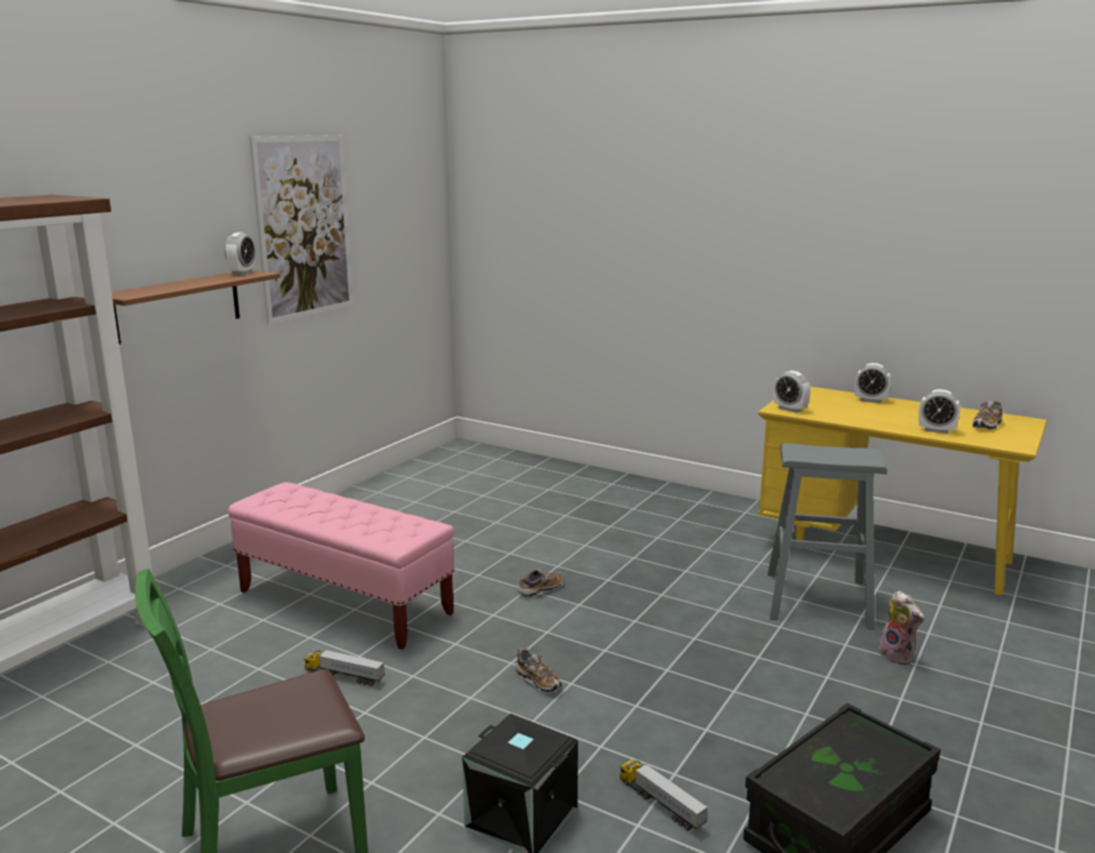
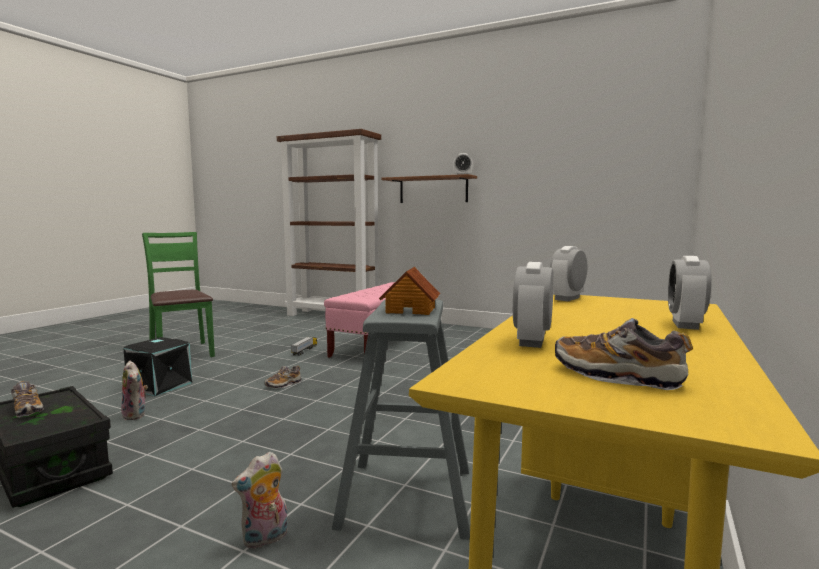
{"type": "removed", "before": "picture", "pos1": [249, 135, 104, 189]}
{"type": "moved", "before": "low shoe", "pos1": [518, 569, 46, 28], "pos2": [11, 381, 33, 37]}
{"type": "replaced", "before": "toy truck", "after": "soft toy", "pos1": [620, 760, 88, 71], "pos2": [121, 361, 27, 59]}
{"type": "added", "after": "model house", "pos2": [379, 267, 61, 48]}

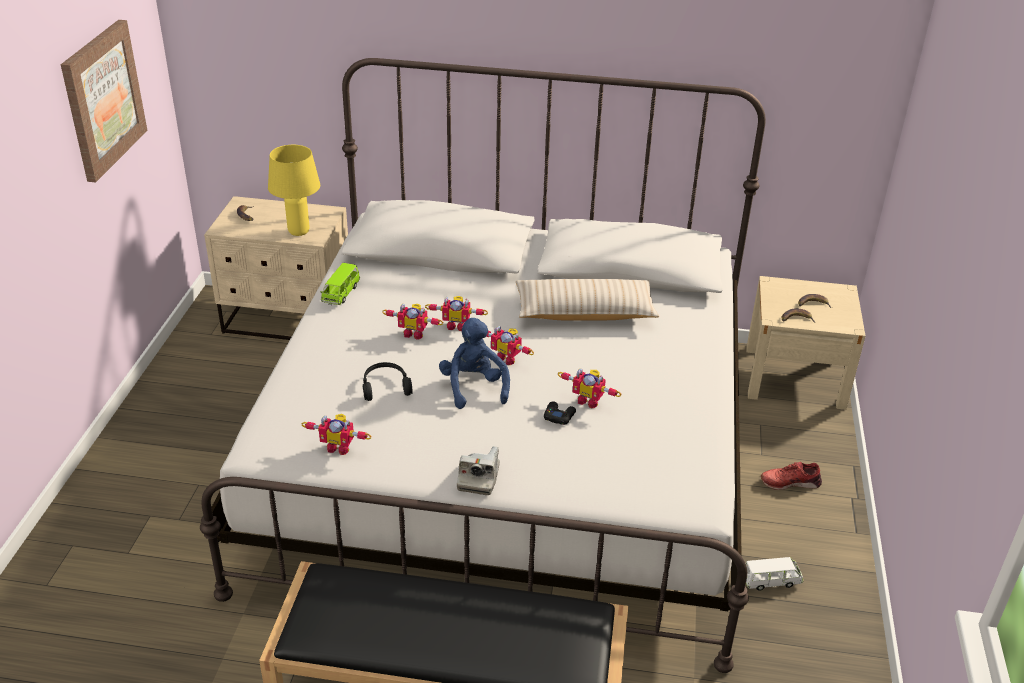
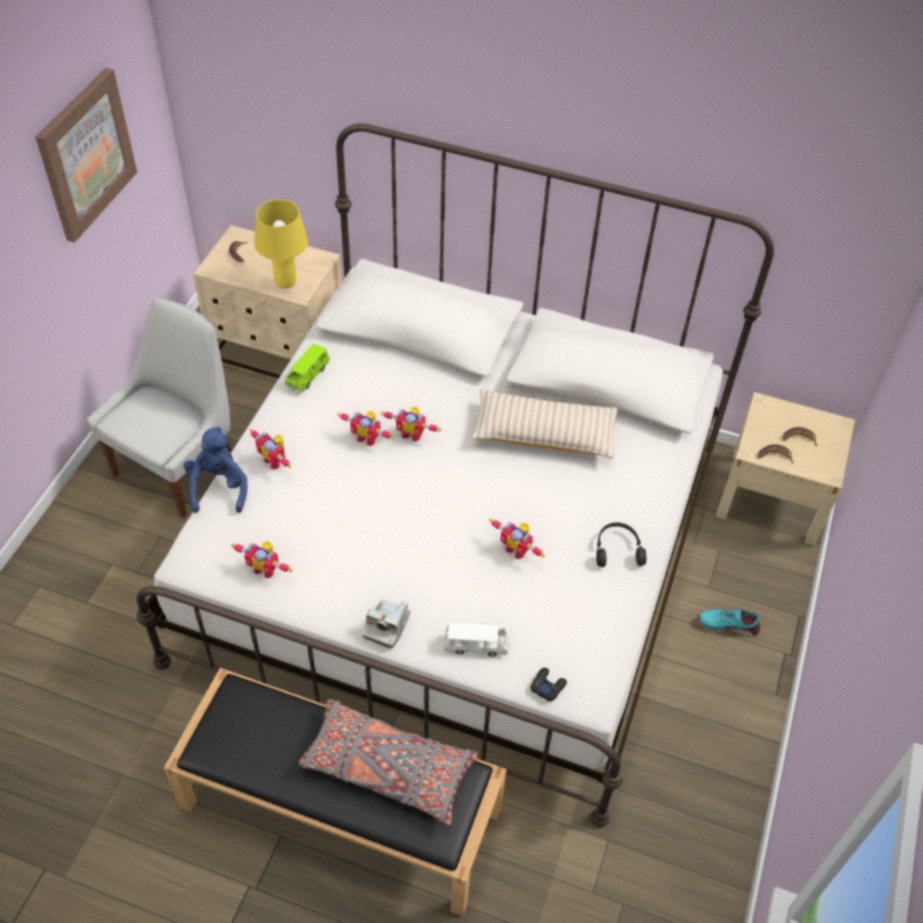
{"type": "moved", "before": "blue-coloured soft toy", "pos1": [439, 318, 71, 91], "pos2": [183, 427, 65, 86]}
{"type": "moved", "before": "model robot", "pos1": [486, 326, 48, 39], "pos2": [249, 429, 42, 41]}
{"type": "moved", "before": "black-coloured headphones", "pos1": [363, 362, 50, 39], "pos2": [596, 522, 50, 45]}
{"type": "moved", "before": "black-coloured game controller", "pos1": [544, 401, 32, 24], "pos2": [531, 668, 36, 34]}
{"type": "recoloured", "before": "red low shoe", "after": "blue-green low shoe", "pos1": [761, 462, 61, 28], "pos2": [699, 609, 61, 27]}
{"type": "moved", "before": "white-coloured model car", "pos1": [745, 557, 58, 34], "pos2": [445, 623, 64, 34]}
{"type": "added", "after": "white-coloured upright chair", "pos2": [87, 298, 145, 220]}
{"type": "added", "after": "gray pillow", "pos2": [299, 699, 179, 126]}

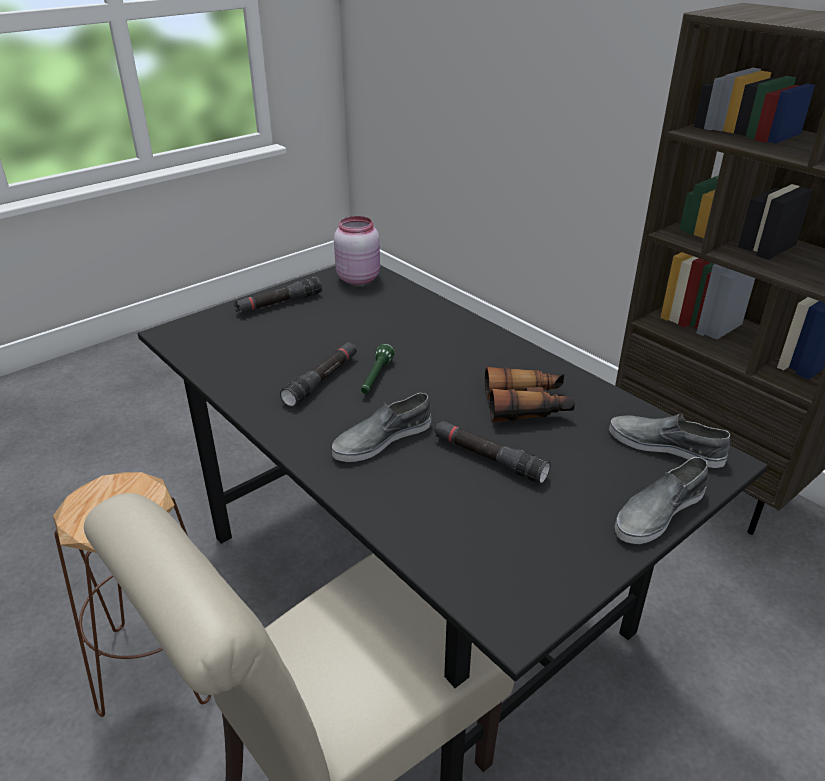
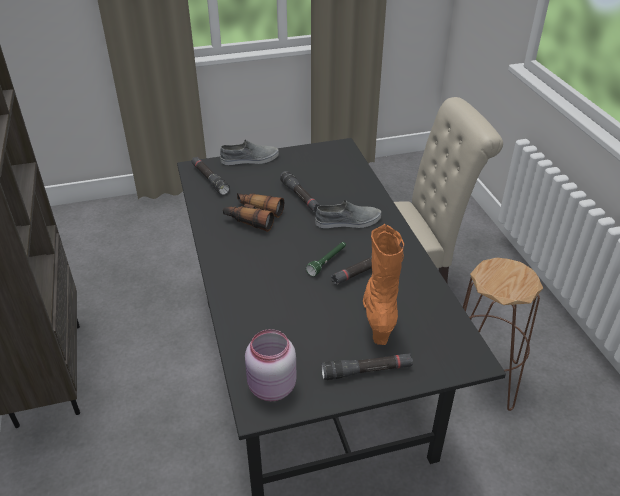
{"type": "replaced", "before": "gray low shoe", "after": "black-coloured torch", "pos1": [609, 414, 121, 54], "pos2": [191, 157, 39, 38]}
{"type": "added", "after": "orange-coloured boot", "pos2": [363, 224, 41, 121]}

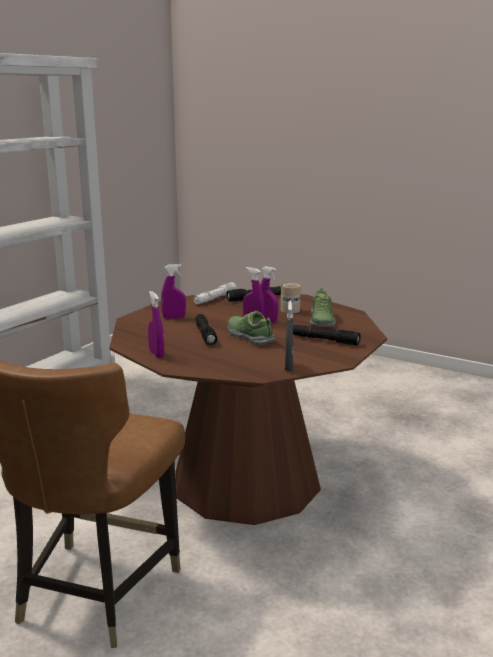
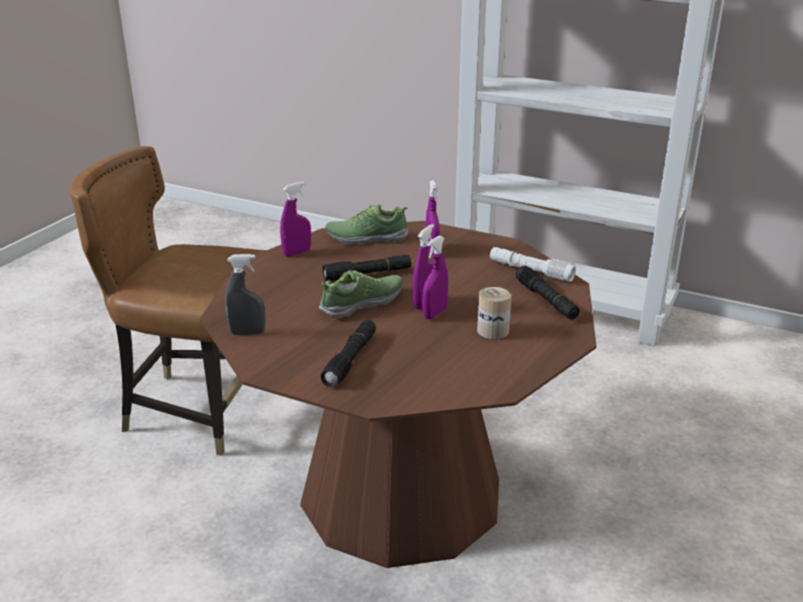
{"type": "moved", "before": "low shoe", "pos1": [310, 288, 25, 39], "pos2": [325, 205, 83, 40]}

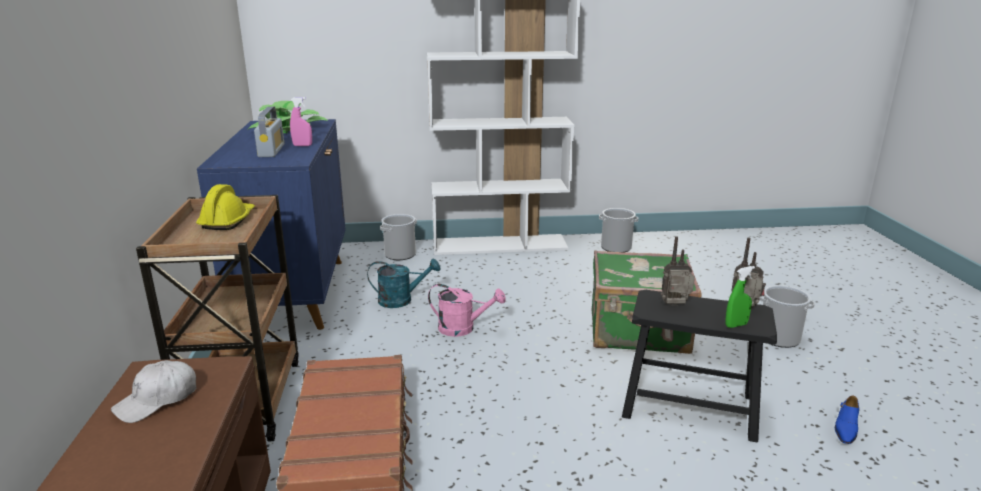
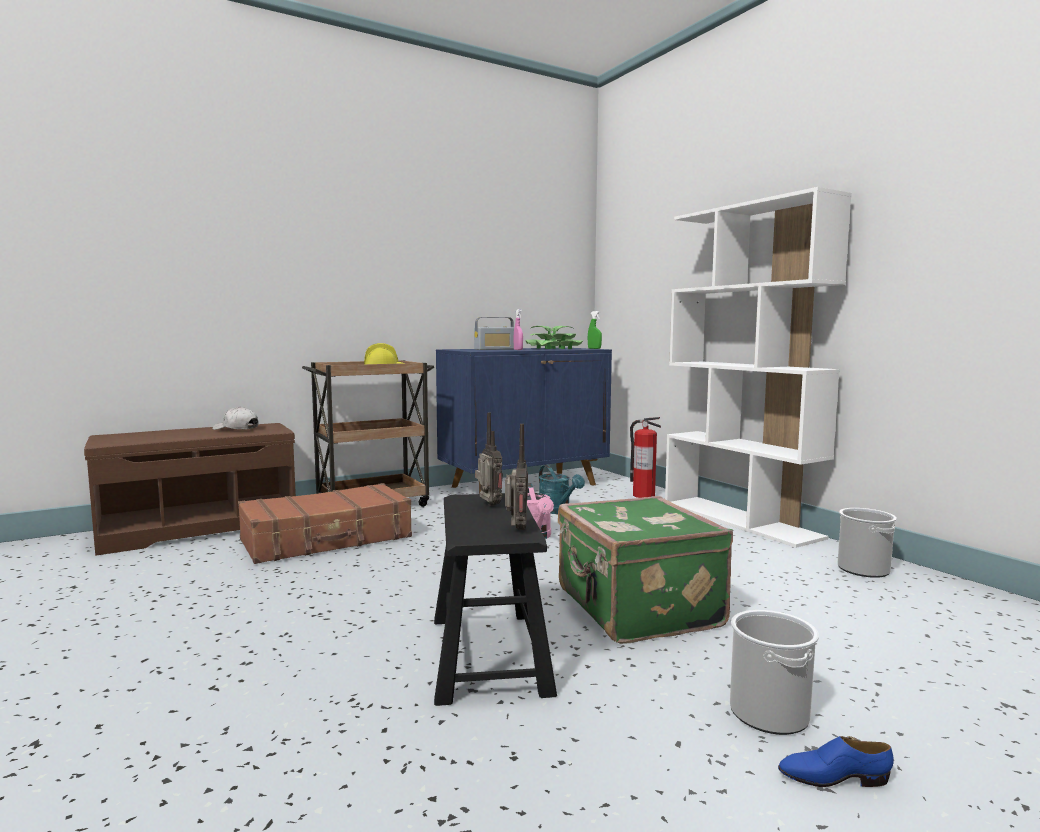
{"type": "replaced", "before": "bucket", "after": "fire extinguisher", "pos1": [380, 214, 37, 46], "pos2": [630, 417, 31, 81]}
{"type": "moved", "before": "green-coloured spray bottle", "pos1": [725, 266, 30, 62], "pos2": [588, 311, 14, 38]}
{"type": "moved", "before": "blue-coloured low shoe", "pos1": [835, 396, 24, 48], "pos2": [778, 736, 116, 51]}

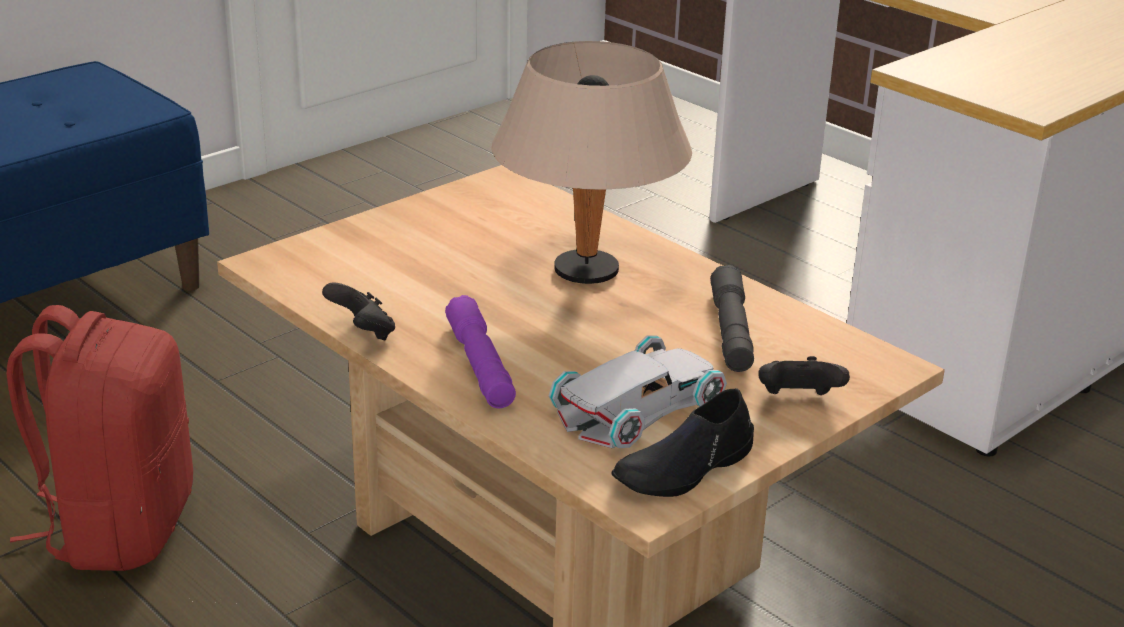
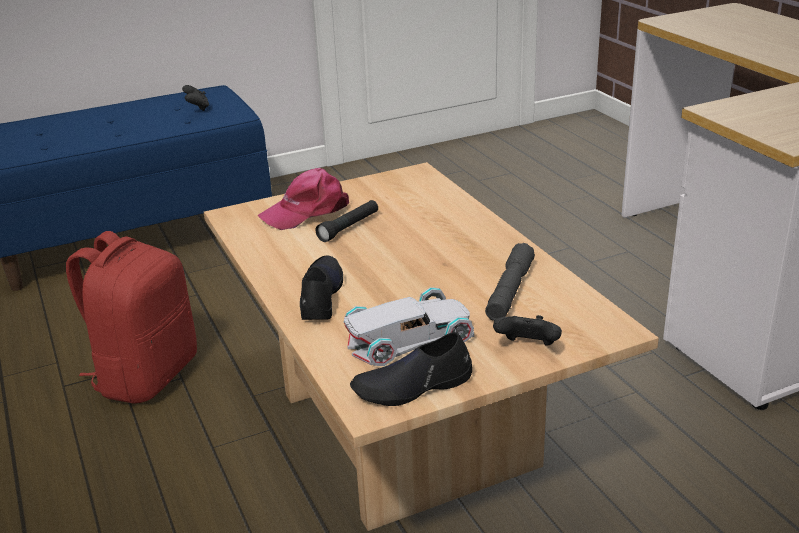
{"type": "removed", "before": "beige lamp for a table", "pos1": [492, 41, 200, 243]}
{"type": "moved", "before": "black-coloured game controller", "pos1": [322, 282, 73, 59], "pos2": [182, 85, 27, 26]}
{"type": "replaced", "before": "purple torch", "after": "black-coloured low shoe", "pos1": [445, 295, 71, 113], "pos2": [300, 256, 43, 64]}
{"type": "added", "after": "pink-coloured cap", "pos2": [258, 168, 91, 62]}
{"type": "added", "after": "black-coloured torch", "pos2": [316, 200, 62, 42]}

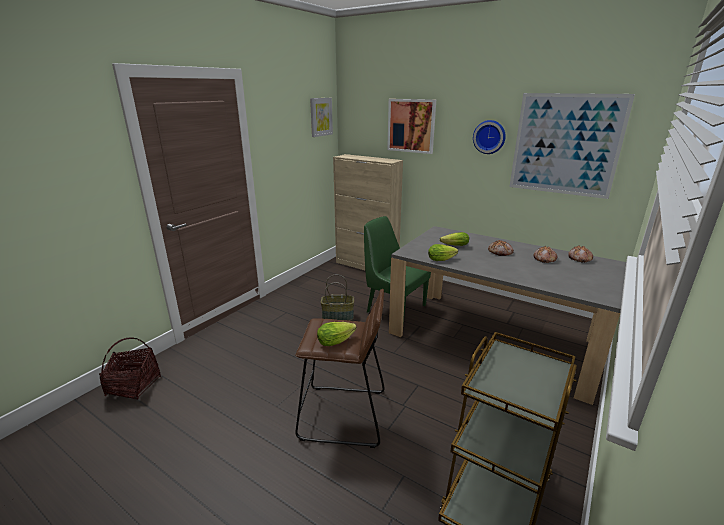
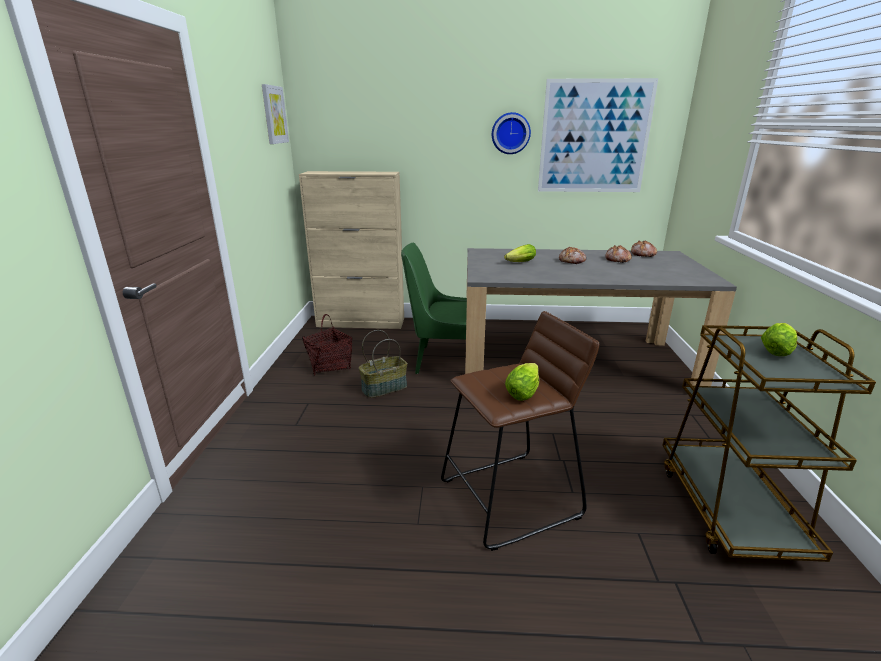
{"type": "removed", "before": "picture", "pos1": [387, 99, 49, 55]}
{"type": "moved", "before": "lettuce head", "pos1": [428, 244, 30, 17], "pos2": [761, 323, 36, 33]}
{"type": "moved", "before": "household basket", "pos1": [99, 337, 62, 63], "pos2": [302, 314, 50, 62]}

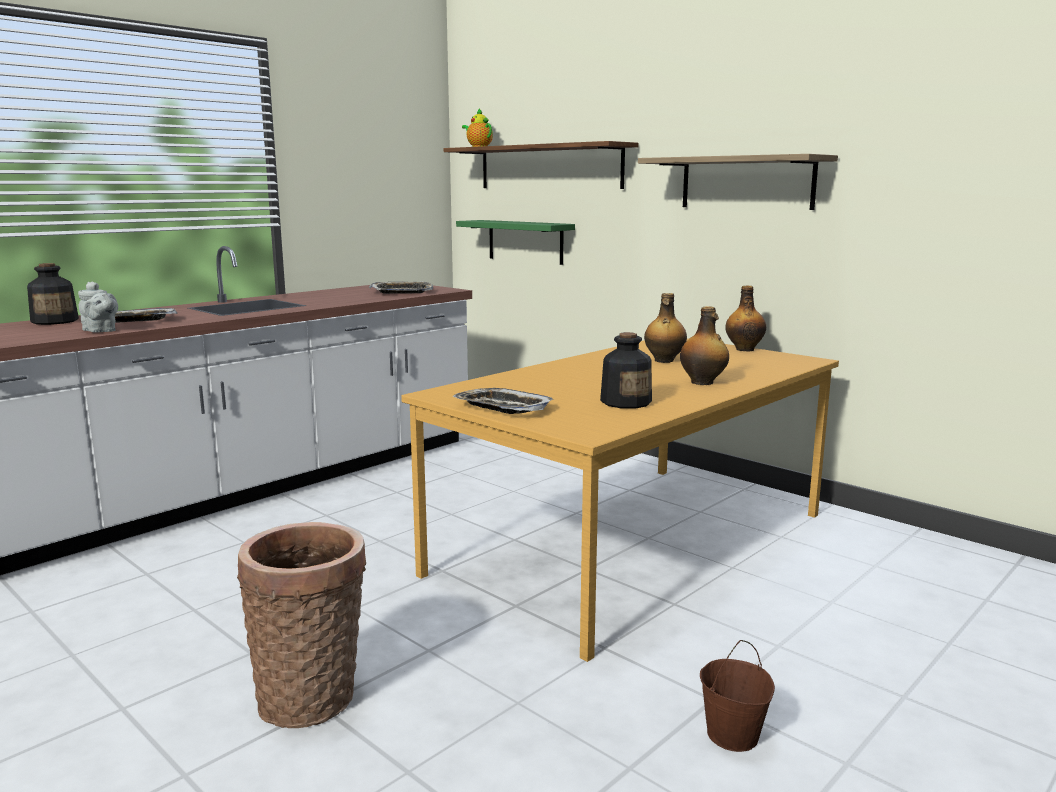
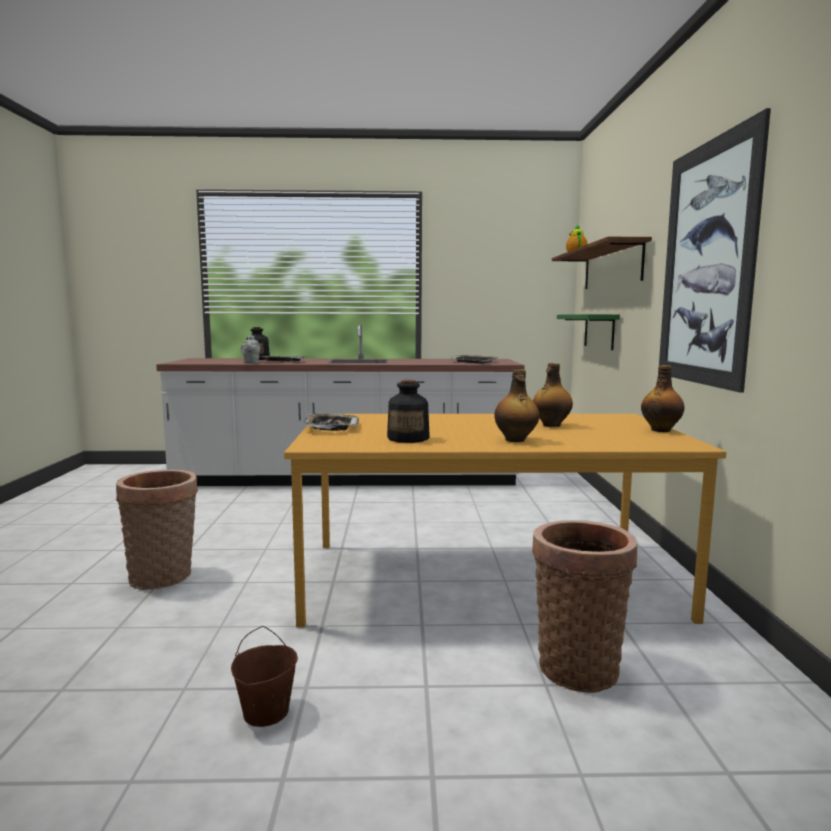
{"type": "replaced", "before": "wall shelf", "after": "picture", "pos1": [638, 154, 200, 56], "pos2": [659, 108, 112, 285]}
{"type": "added", "after": "household basket", "pos2": [532, 520, 105, 173]}

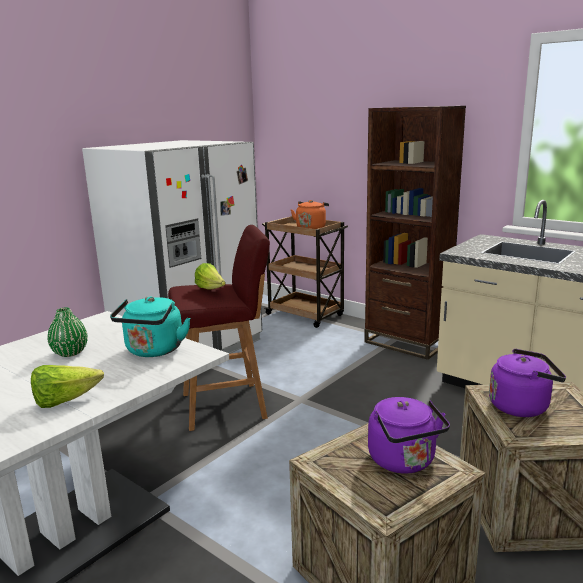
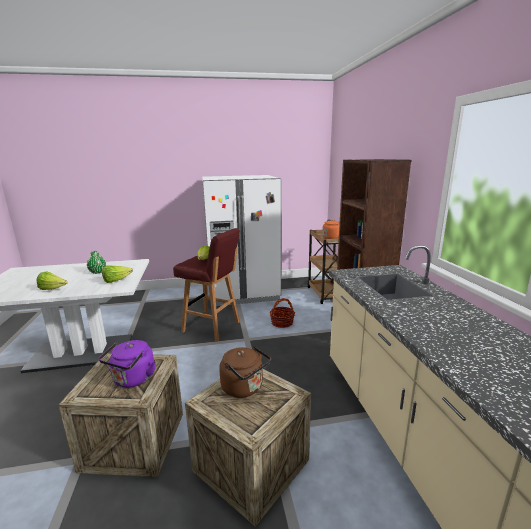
{"type": "replaced", "before": "blue-green tea kettle", "after": "lettuce head", "pos1": [110, 296, 81, 61], "pos2": [102, 266, 31, 17]}
{"type": "recoloured", "before": "purple tea kettle", "after": "brown-coloured tea kettle", "pos1": [489, 349, 77, 68], "pos2": [219, 346, 52, 52]}
{"type": "added", "after": "household basket", "pos2": [270, 298, 25, 30]}

